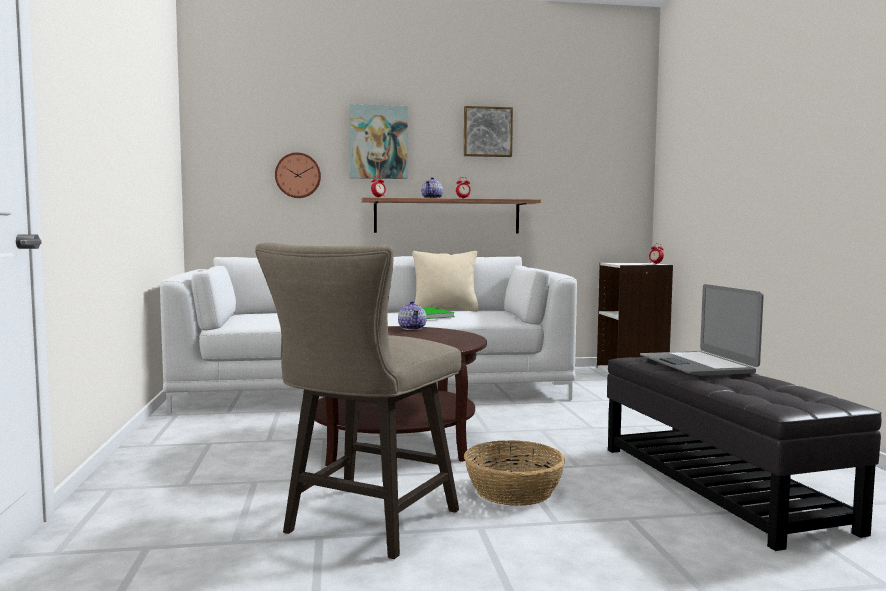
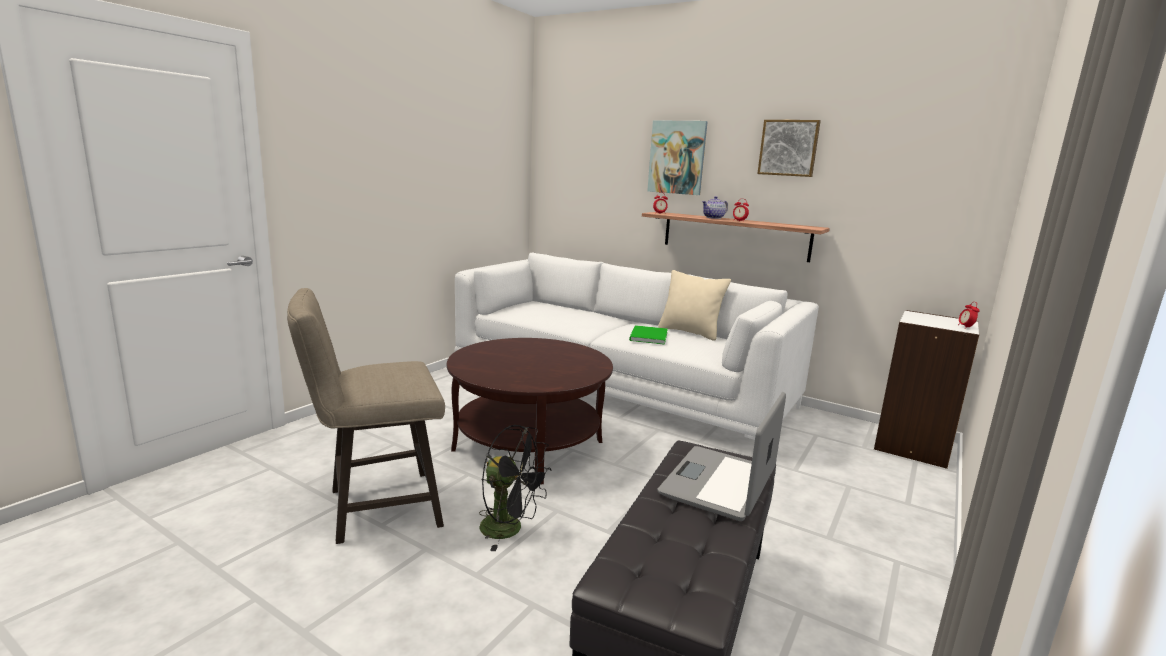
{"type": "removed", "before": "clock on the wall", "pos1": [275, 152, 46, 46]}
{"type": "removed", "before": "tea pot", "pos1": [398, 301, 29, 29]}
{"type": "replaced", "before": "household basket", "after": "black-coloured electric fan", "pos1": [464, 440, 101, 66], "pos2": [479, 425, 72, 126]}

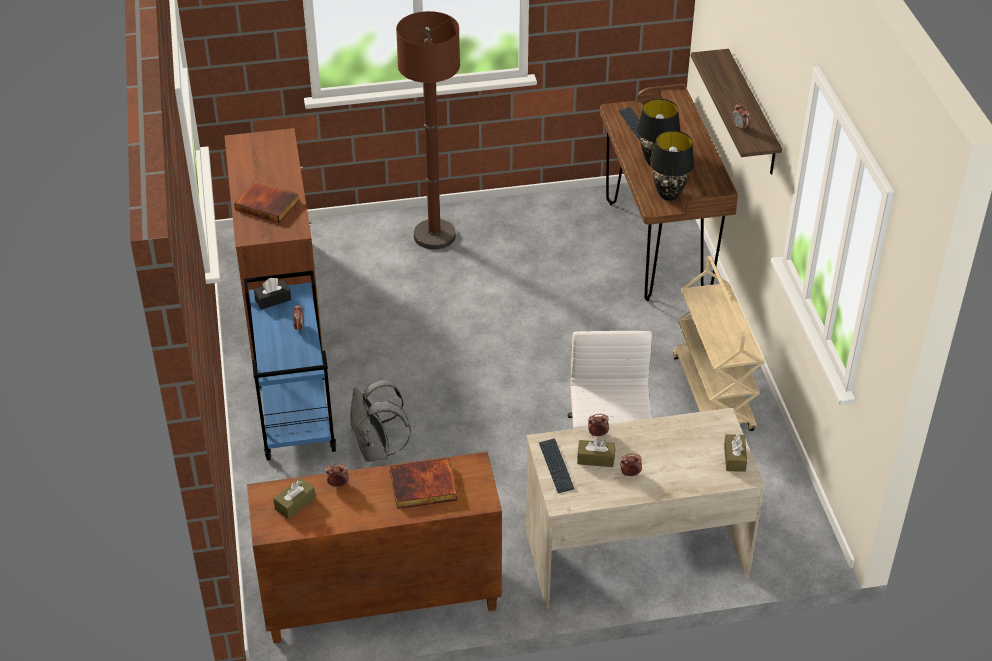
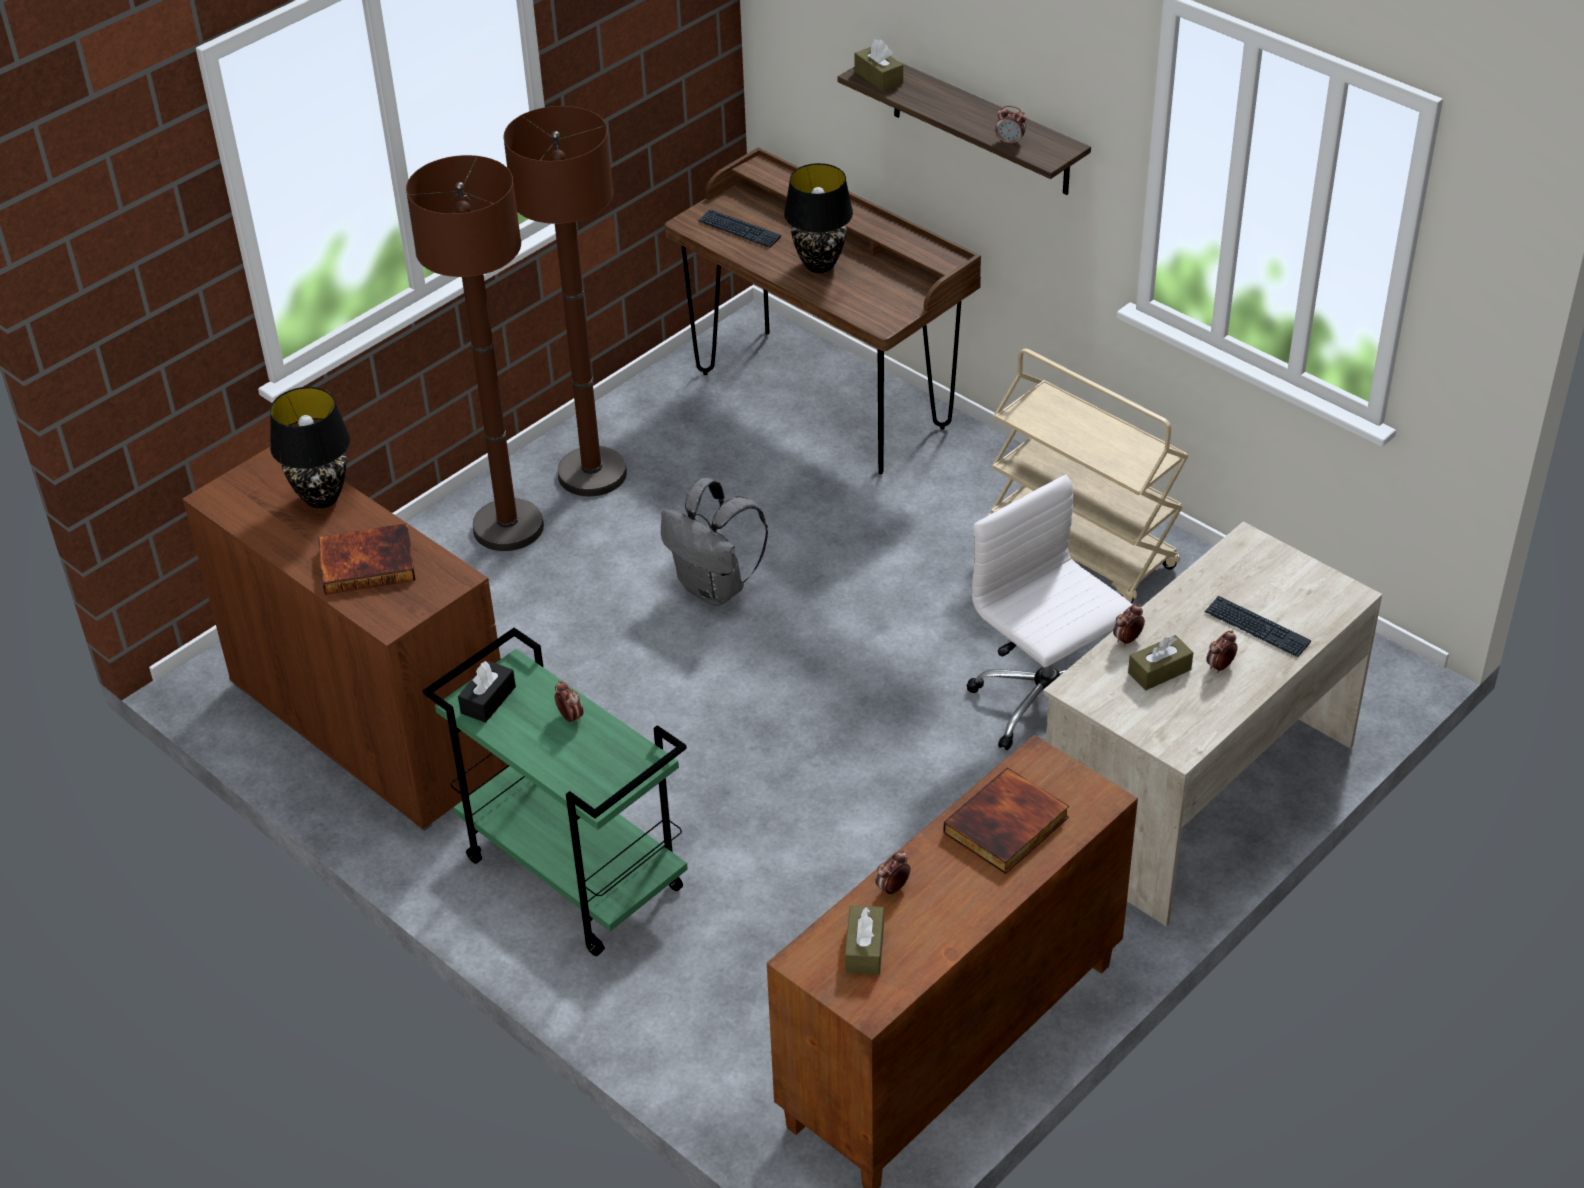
{"type": "moved", "before": "black-coloured lamp for a table", "pos1": [650, 131, 45, 70], "pos2": [270, 387, 80, 122]}
{"type": "recoloured", "before": "blue-coloured wheeled cart", "after": "green-coloured wheeled cart", "pos1": [244, 271, 92, 190], "pos2": [423, 628, 265, 328]}
{"type": "moved", "before": "gray backpack", "pos1": [350, 380, 61, 82], "pos2": [661, 478, 107, 128]}
{"type": "moved", "before": "brown-coloured box of tissues", "pos1": [724, 434, 23, 38], "pos2": [854, 39, 49, 52]}
{"type": "moved", "before": "keyboard", "pos1": [539, 438, 35, 55], "pos2": [1204, 596, 107, 61]}
{"type": "added", "after": "brown-coloured floor lamp", "pos2": [503, 106, 124, 390]}

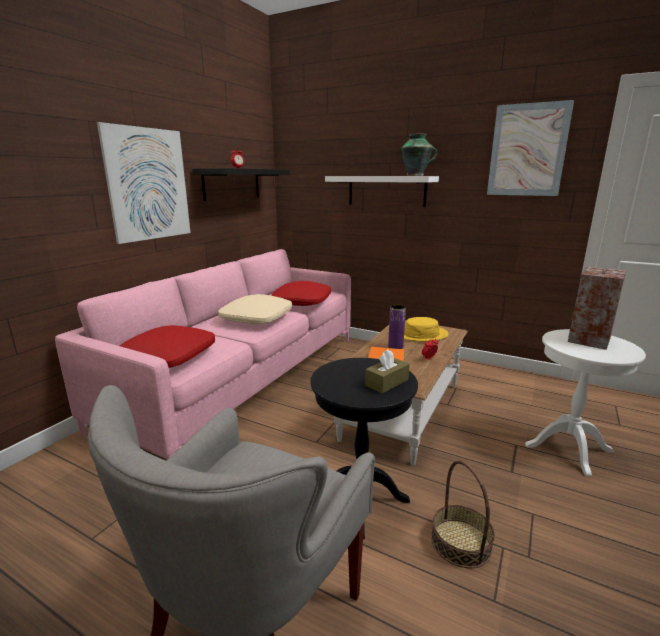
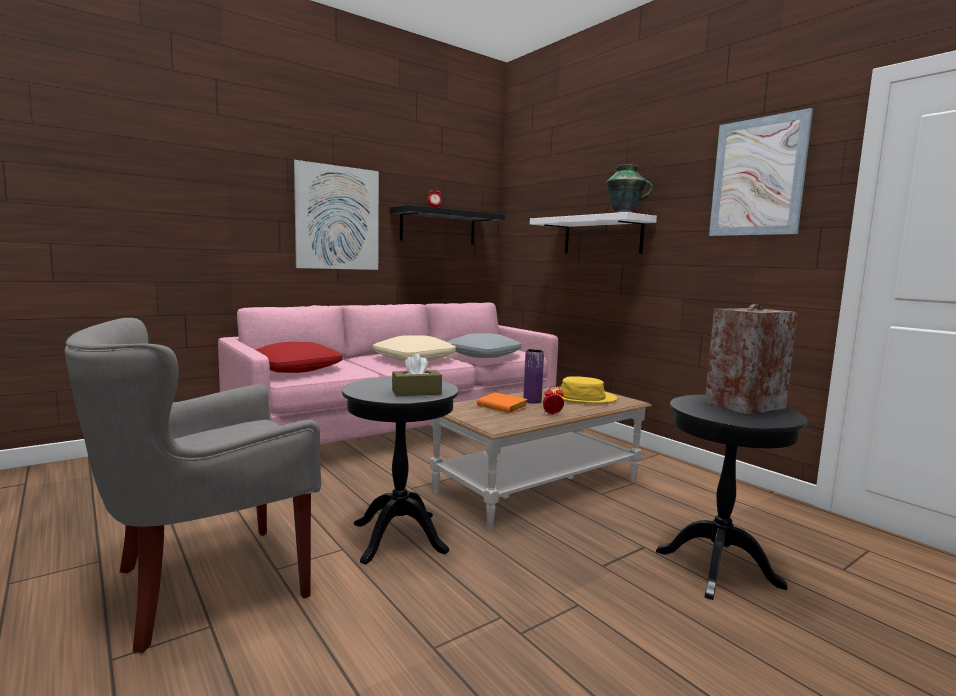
{"type": "recoloured", "before": "red pillow", "after": "gray pillow", "pos1": [271, 281, 60, 25], "pos2": [447, 333, 74, 25]}
{"type": "recoloured", "before": "white-coloured side table", "after": "black-coloured side table", "pos1": [525, 329, 121, 147], "pos2": [656, 395, 151, 205]}
{"type": "removed", "before": "household basket", "pos1": [431, 460, 64, 108]}

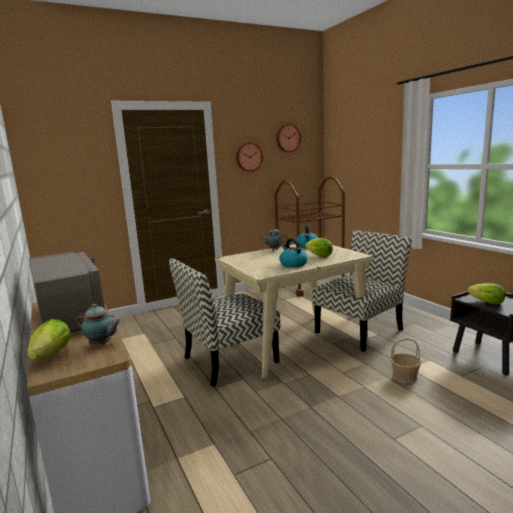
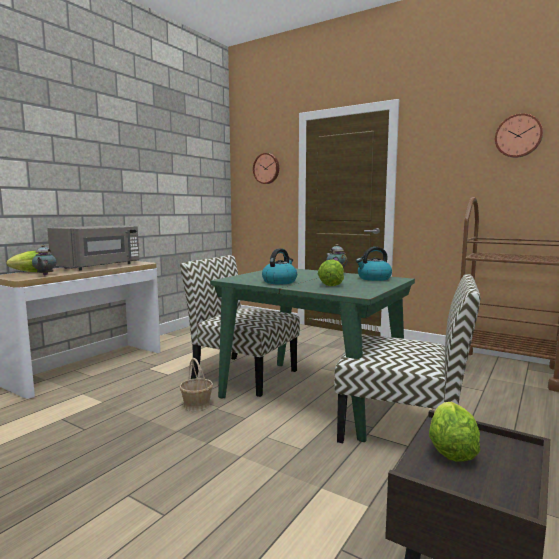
{"type": "moved", "before": "clock on the wall", "pos1": [236, 143, 27, 29], "pos2": [253, 153, 26, 31]}
{"type": "recoloured", "before": "beige dinner table", "after": "green-coloured dinner table", "pos1": [215, 244, 159, 135], "pos2": [210, 269, 205, 173]}
{"type": "moved", "before": "household basket", "pos1": [390, 338, 31, 45], "pos2": [179, 358, 34, 53]}

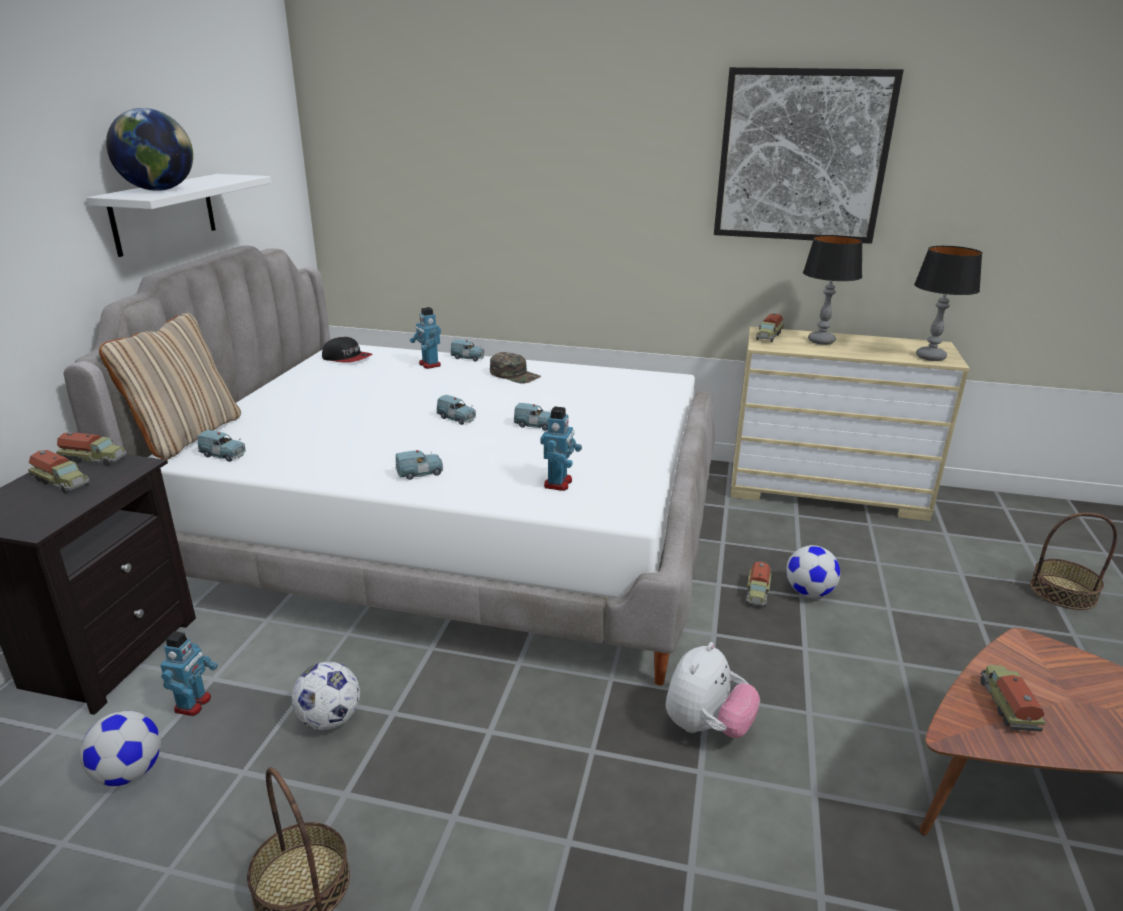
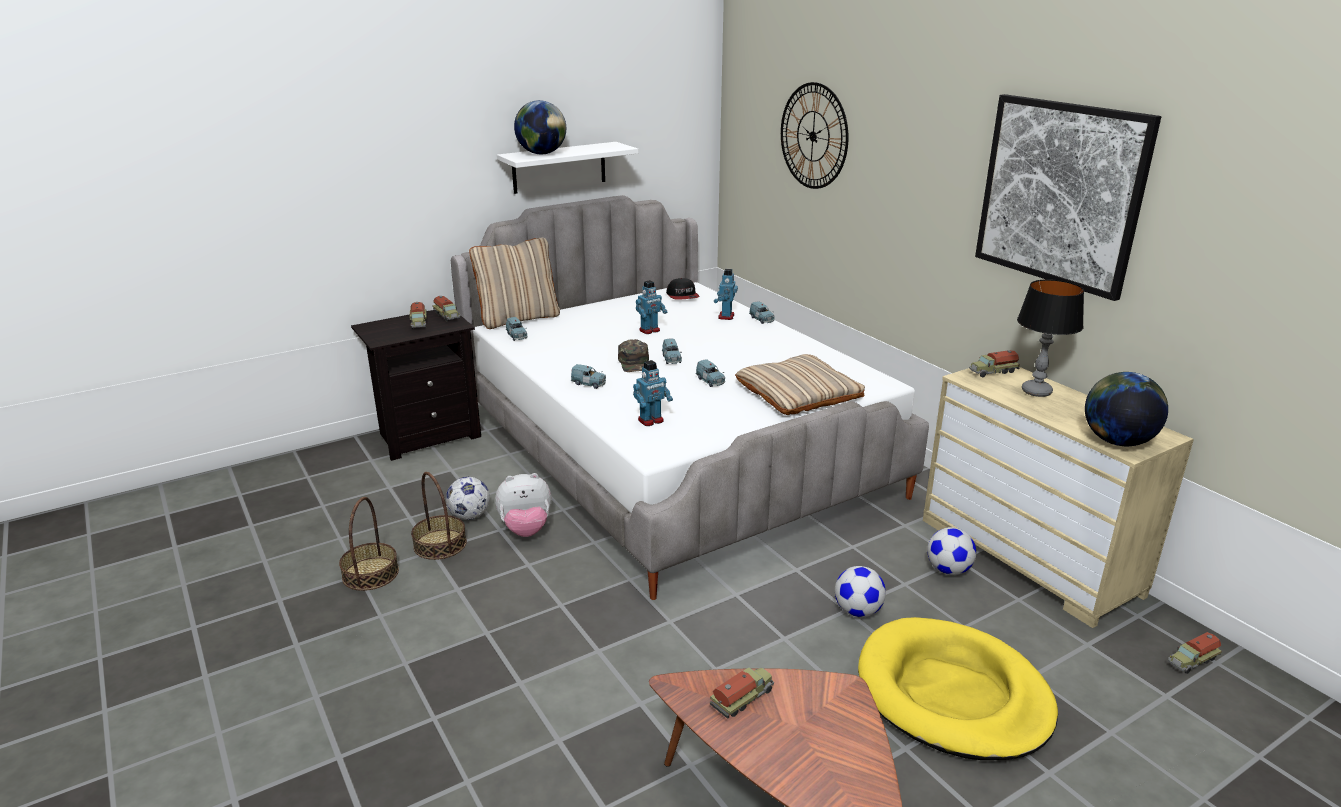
{"type": "replaced", "before": "lamp for a table", "after": "globe", "pos1": [914, 246, 68, 115], "pos2": [1085, 372, 83, 74]}
{"type": "moved", "before": "green-coloured cap", "pos1": [490, 352, 51, 32], "pos2": [618, 339, 31, 33]}
{"type": "moved", "before": "household basket", "pos1": [1030, 512, 87, 98], "pos2": [411, 472, 56, 88]}
{"type": "moved", "before": "toy truck", "pos1": [746, 562, 26, 45], "pos2": [1168, 632, 54, 42]}
{"type": "moved", "before": "model robot", "pos1": [161, 631, 57, 85], "pos2": [636, 280, 31, 54]}
{"type": "moved", "before": "soft toy", "pos1": [665, 642, 95, 96], "pos2": [495, 473, 57, 64]}
{"type": "moved", "before": "ball for football", "pos1": [80, 711, 81, 75], "pos2": [927, 527, 49, 48]}
{"type": "added", "after": "clock on the wall", "pos2": [781, 82, 67, 107]}
{"type": "added", "after": "beige pillow", "pos2": [735, 354, 130, 61]}
{"type": "added", "after": "yellow dog bed", "pos2": [858, 617, 200, 143]}

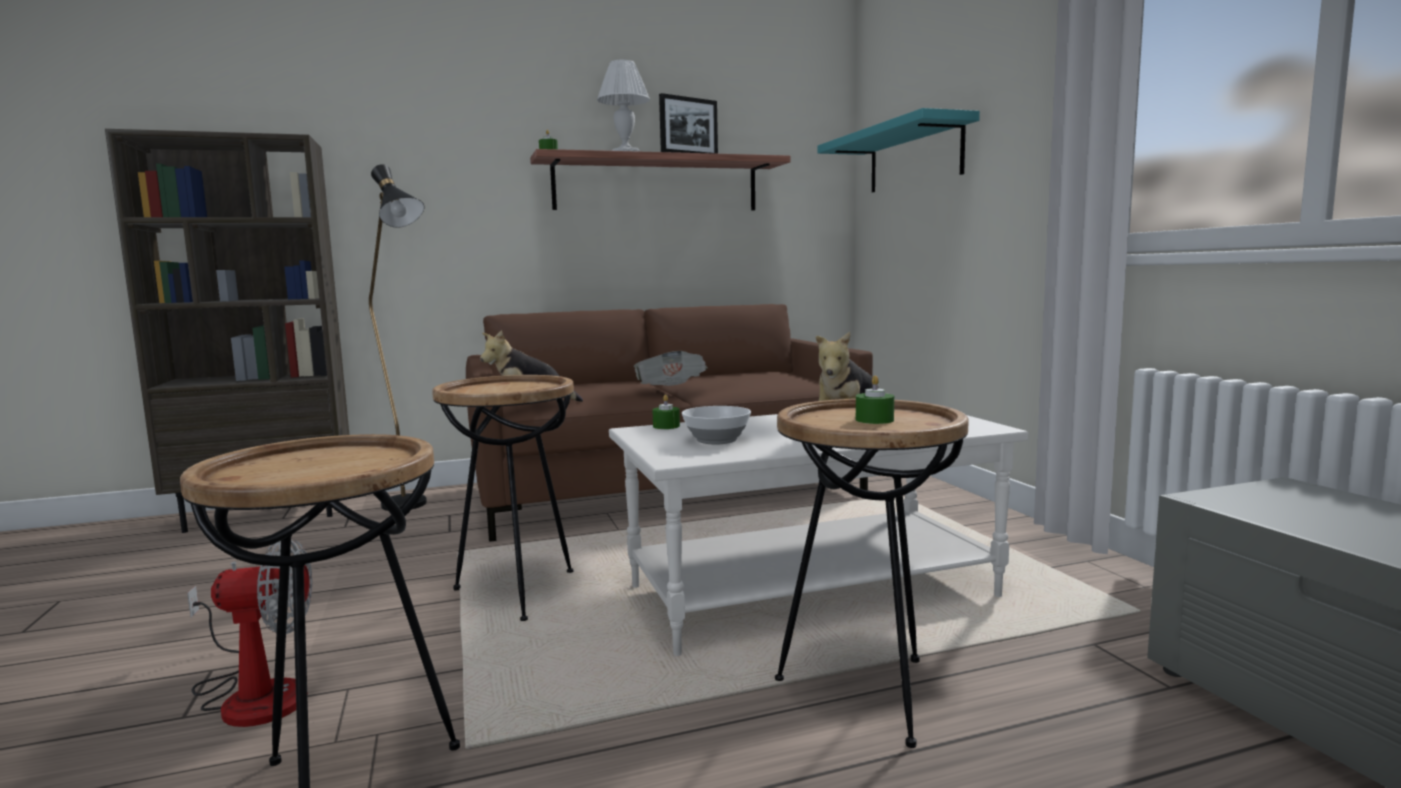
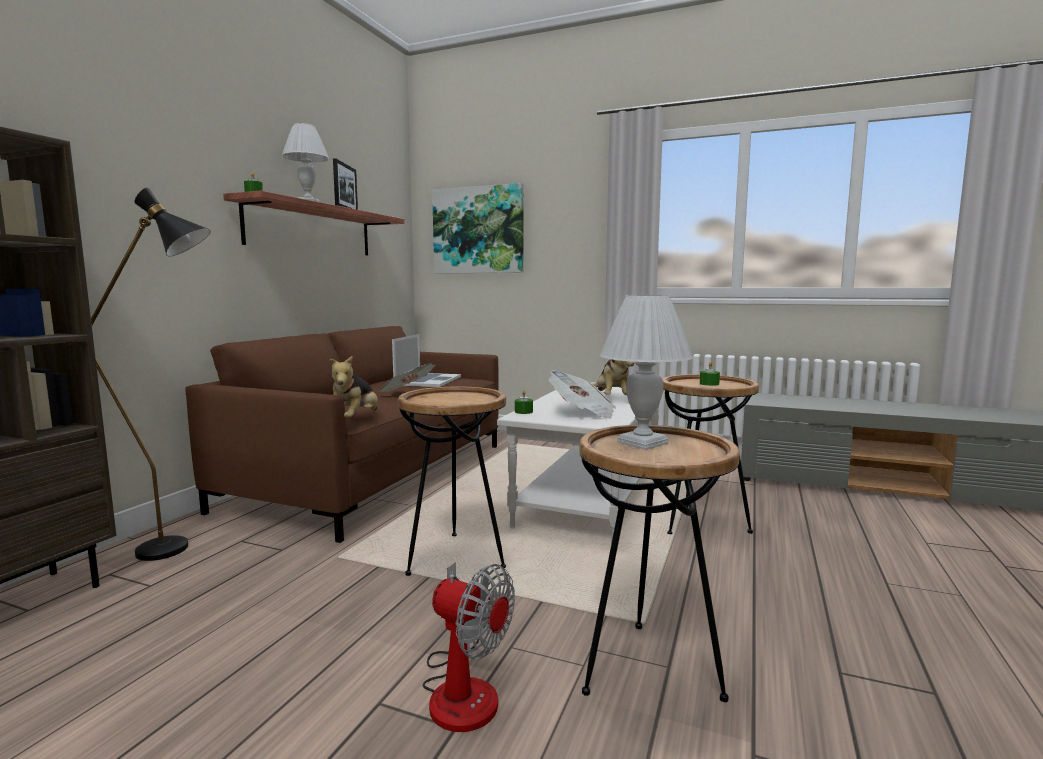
{"type": "replaced", "before": "blue-green wall shelf", "after": "picture", "pos1": [817, 108, 163, 85], "pos2": [432, 183, 91, 91]}
{"type": "replaced", "before": "deep dish", "after": "daily paper", "pos1": [682, 406, 69, 39], "pos2": [548, 370, 68, 49]}
{"type": "turned", "before": "electric fan", "pos1": [187, 538, 125, 189], "pos2": [423, 562, 92, 170], "turn": 90}
{"type": "added", "after": "white-coloured lamp for a table", "pos2": [600, 295, 93, 155]}
{"type": "added", "after": "portable computer", "pos2": [392, 334, 69, 53]}

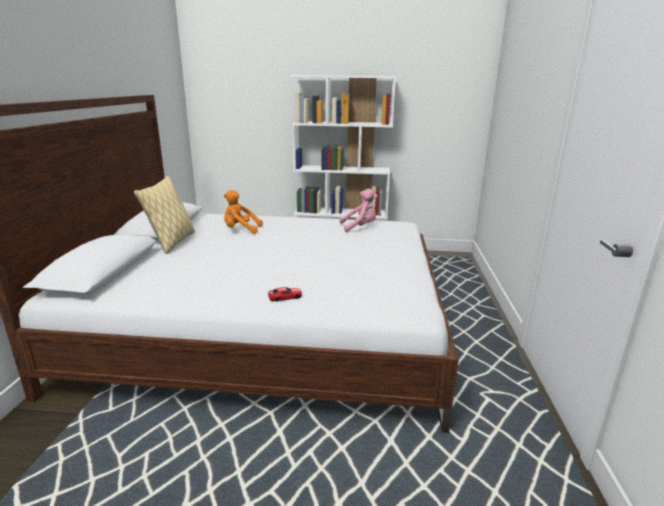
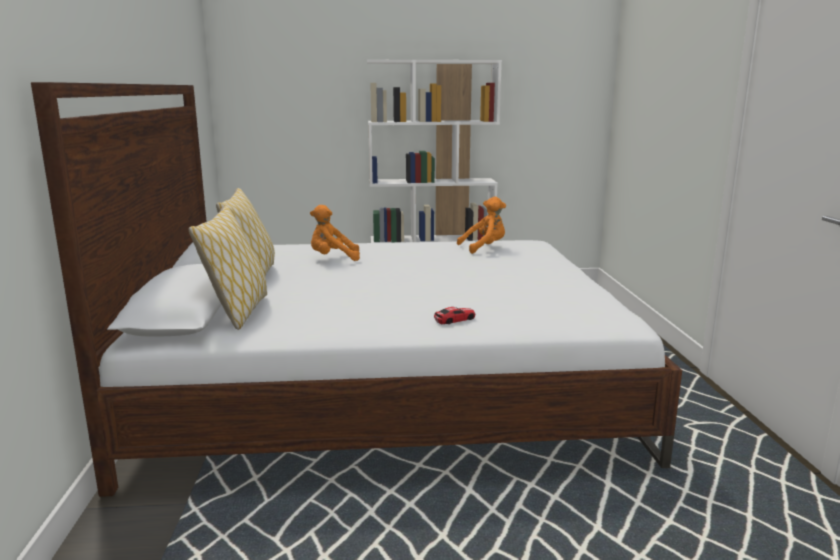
{"type": "recoloured", "before": "pink-coloured soft toy", "after": "orange-coloured soft toy", "pos1": [340, 189, 37, 43], "pos2": [457, 197, 49, 57]}
{"type": "added", "after": "pillow", "pos2": [188, 206, 79, 124]}

